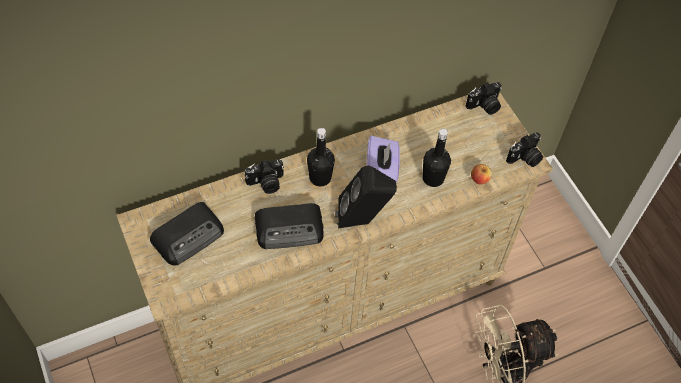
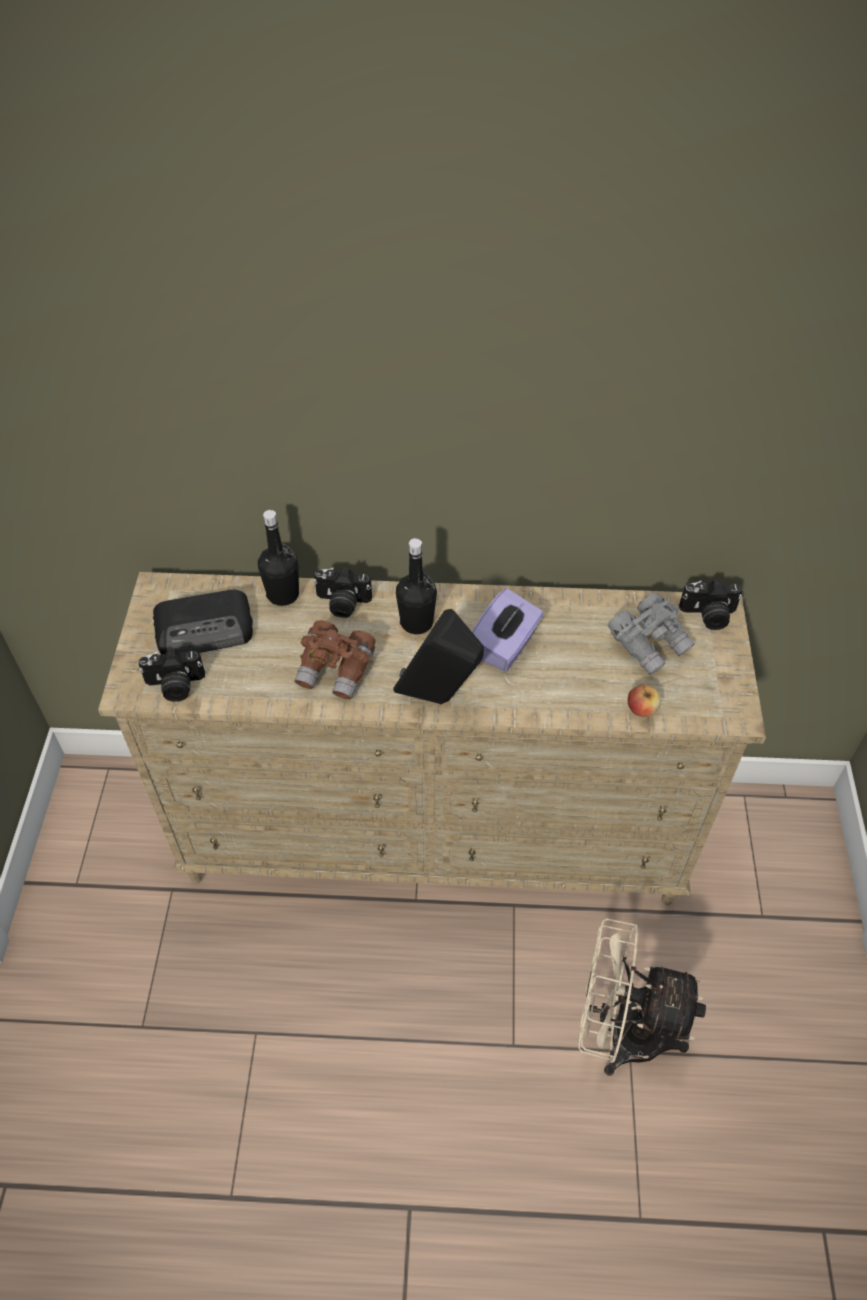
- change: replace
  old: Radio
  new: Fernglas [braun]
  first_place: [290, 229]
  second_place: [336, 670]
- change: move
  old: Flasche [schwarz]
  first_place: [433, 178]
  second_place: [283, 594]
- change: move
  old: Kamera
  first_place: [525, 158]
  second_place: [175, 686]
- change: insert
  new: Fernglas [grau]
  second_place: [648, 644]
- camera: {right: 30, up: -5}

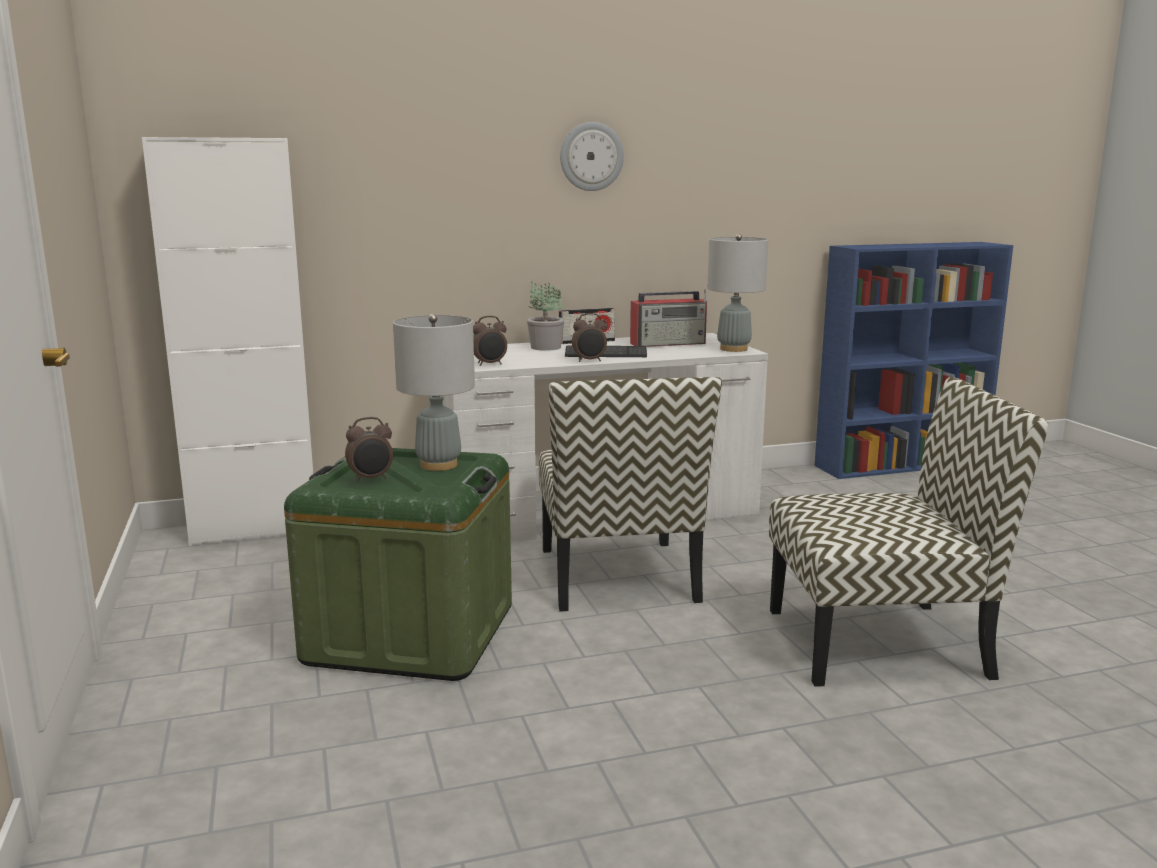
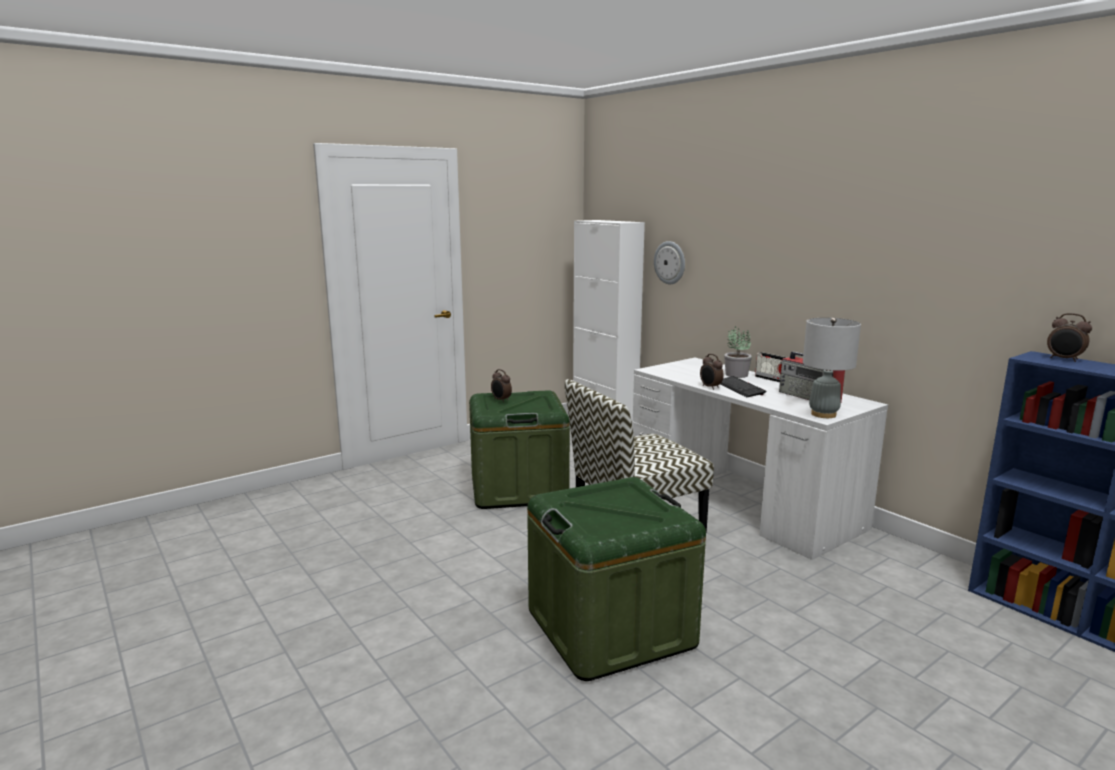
- change: delete
  old: Tischlampe [grau]
  first_place: [438, 465]
- change: move
  old: Wecker
  first_place: [490, 364]
  second_place: [1064, 359]
- change: move
  old: Wanduhr
  first_place: [591, 156]
  second_place: [670, 262]
- change: replace
  old: Stuhl
  new: Aufbewahrungsbox [grün]
  first_place: [880, 642]
  second_place: [610, 628]
- camera: {right: 70, up: 0}

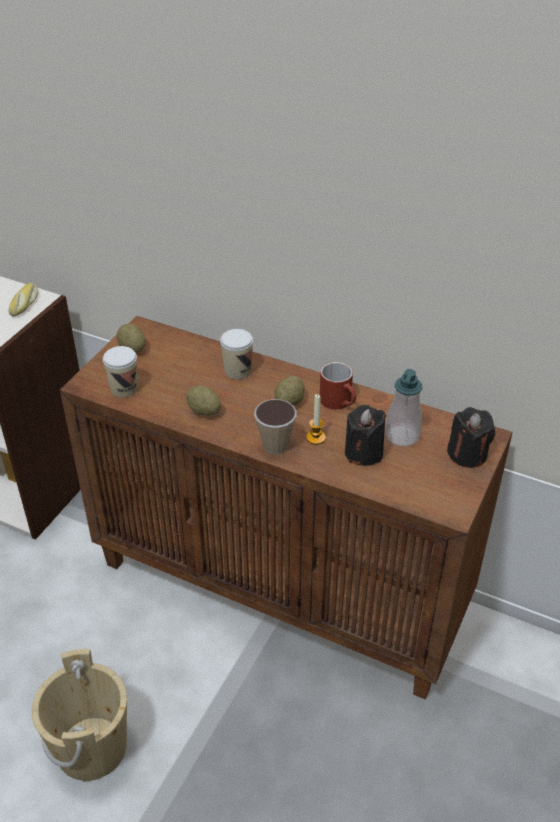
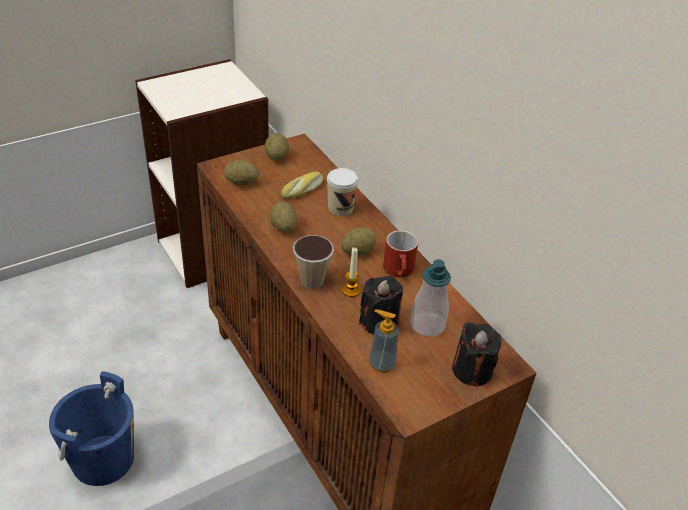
- change: move
  old: Brot
  first_place: [25, 304]
  second_place: [303, 190]
- change: recolor
  old: Eimer [beige]
  new: Eimer [blau]
  first_place: [91, 747]
  second_place: [103, 459]
- change: replace
  old: Tasse
  new: Kartoffel
  first_place: [124, 388]
  second_place: [241, 183]
- change: insert
  new: Seifenspender
  second_place: [382, 363]
- camera: {right: 30, up: 0}

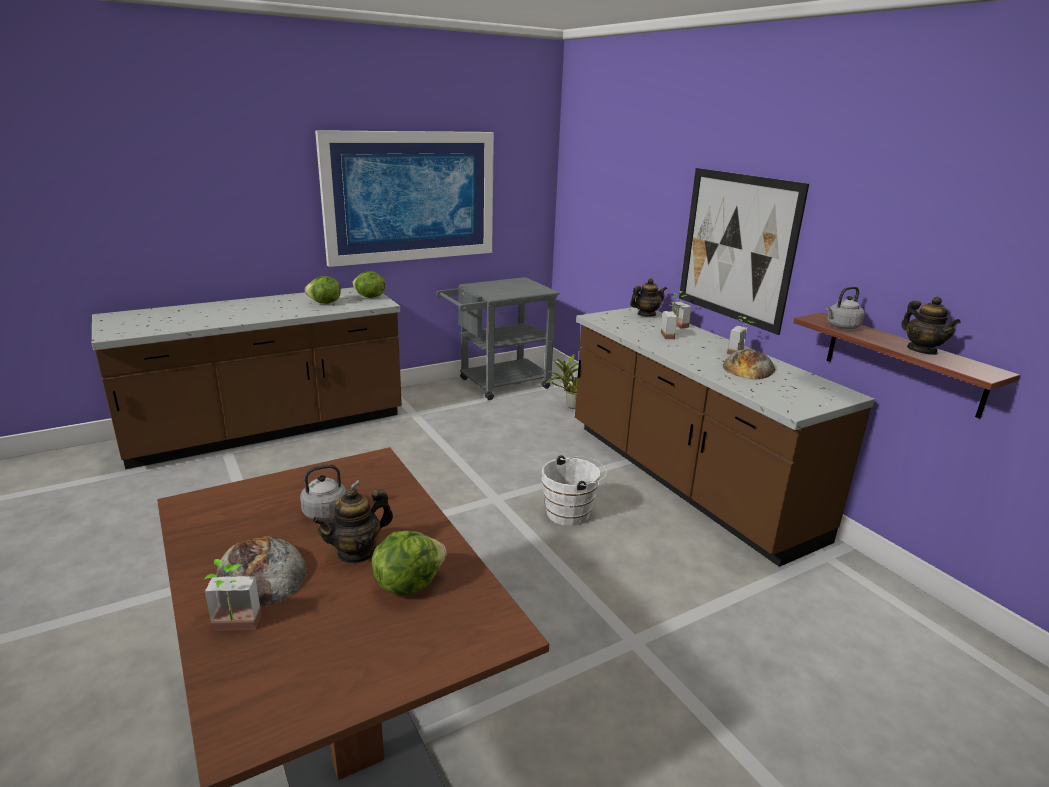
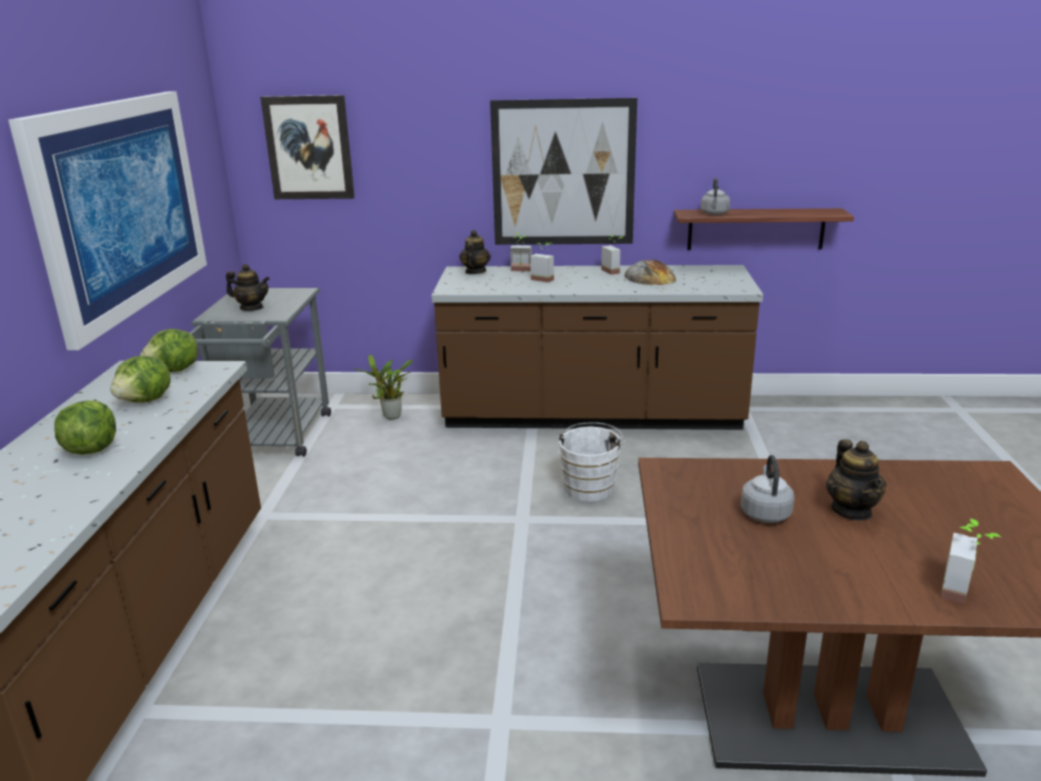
- change: delete
  old: Brot
  first_place: [260, 573]
- change: move
  old: Salatkopf
  first_place: [408, 583]
  second_place: [91, 449]
- change: move
  old: Teekanne
  first_place: [922, 350]
  second_place: [252, 308]
- change: insert
  new: Bild
  second_place: [309, 148]
- camera: {right: -55, up: 0}

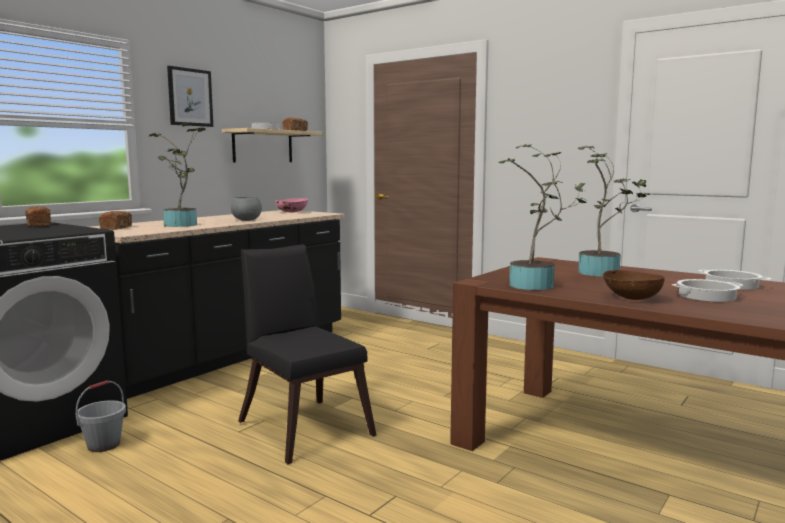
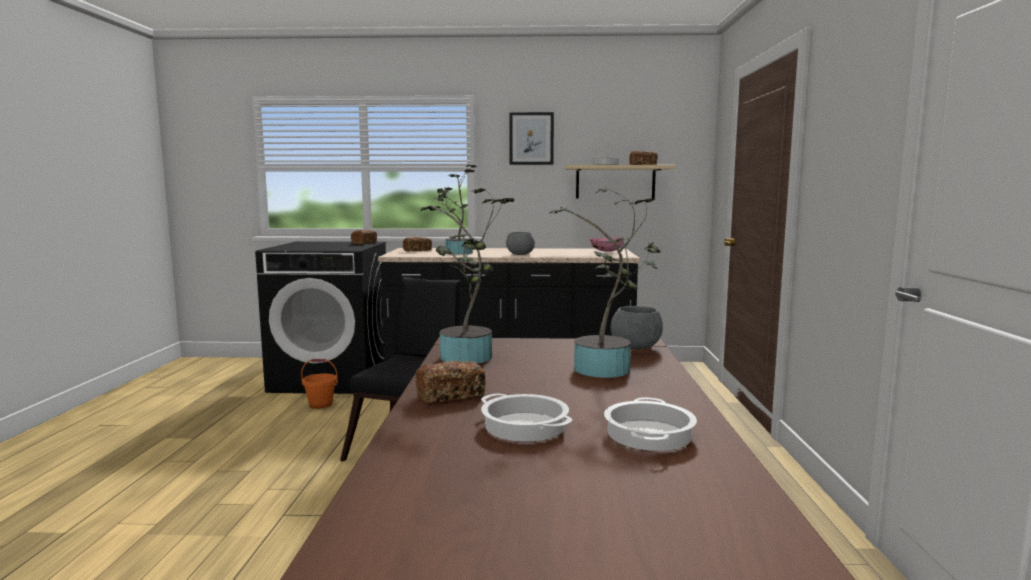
- change: recolor
  old: Eimer [grau]
  new: Eimer [orange]
  first_place: [103, 445]
  second_place: [321, 404]
- change: replace
  old: Schüssel [braun]
  new: Brot
  first_place: [630, 298]
  second_place: [450, 395]
- change: insert
  new: Schüssel [grau]
  second_place: [636, 347]
- camera: {right: 55, up: 0}

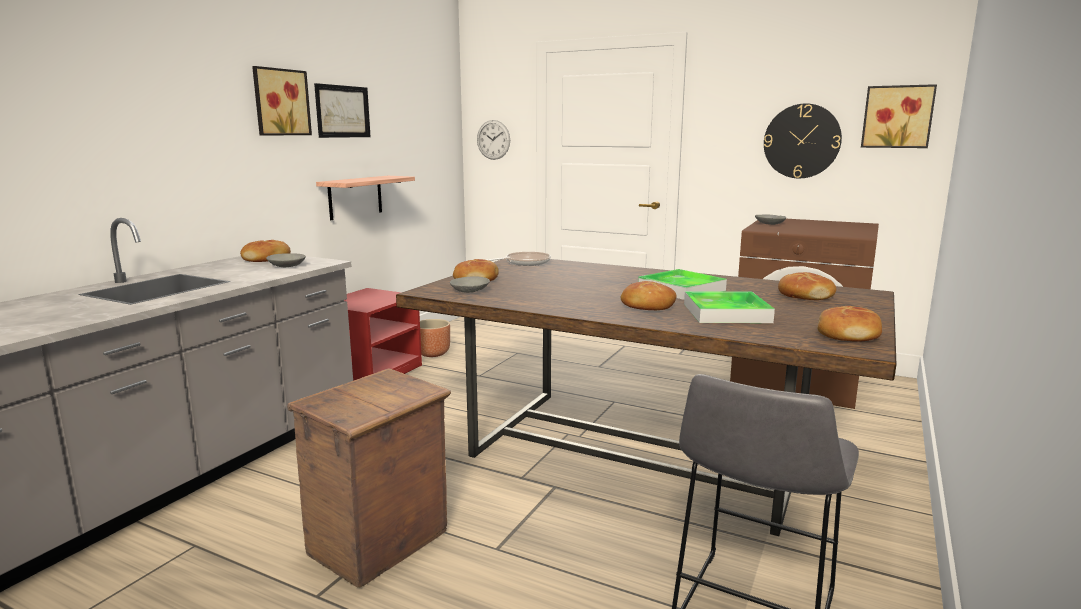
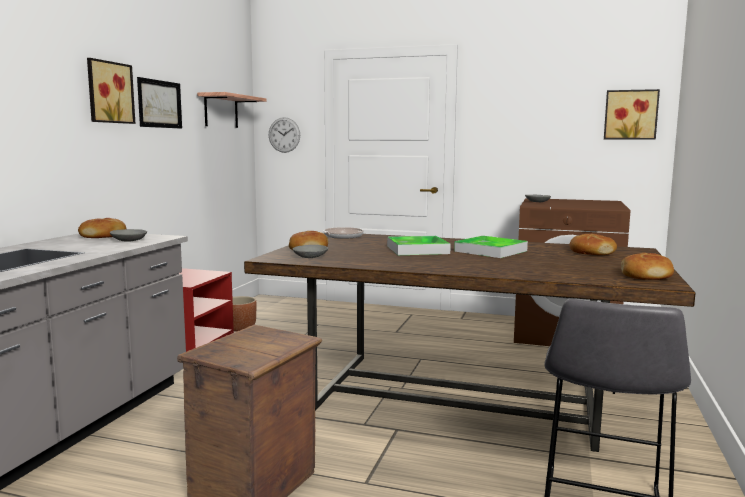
- change: move
  old: Wandregal
  first_place: [355, 197]
  second_place: [221, 111]
- change: delete
  old: Brot
  first_place: [647, 306]
- change: move
  old: Tablett
  first_place: [726, 313]
  second_place: [417, 250]
- change: delete
  old: Wanduhr
  first_place: [801, 141]
- camera: {right: -10, up: -5}

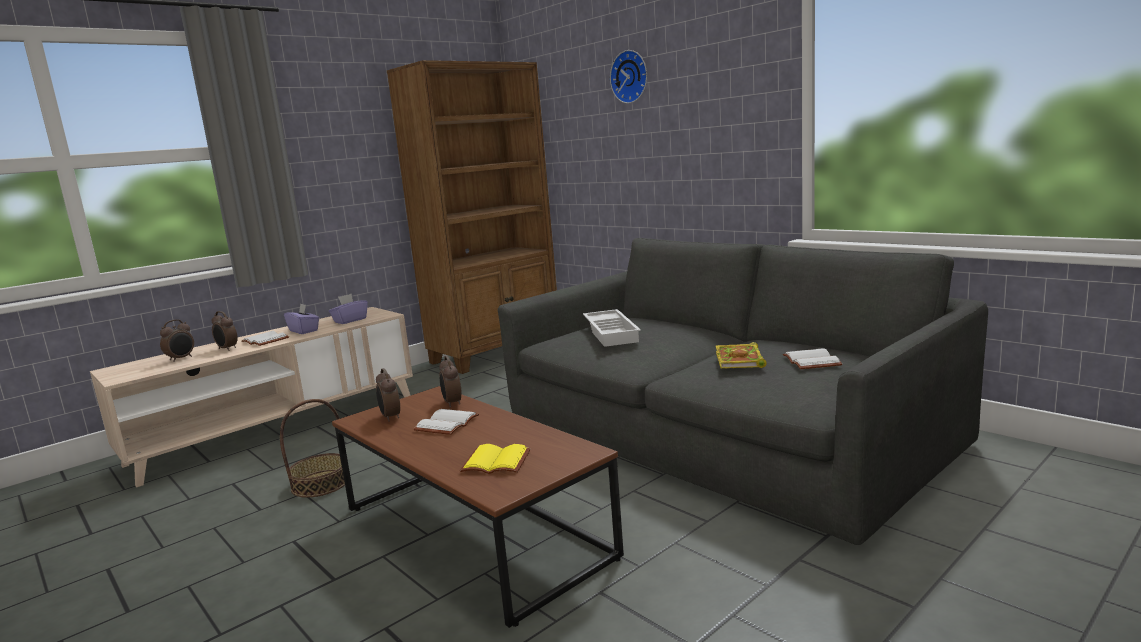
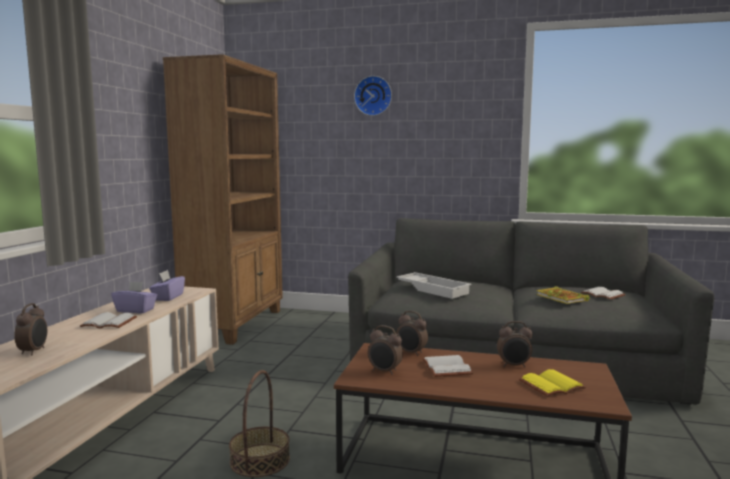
- change: move
  old: Wecker
  first_place: [227, 349]
  second_place: [514, 366]
- camera: {right: -35, up: -5}

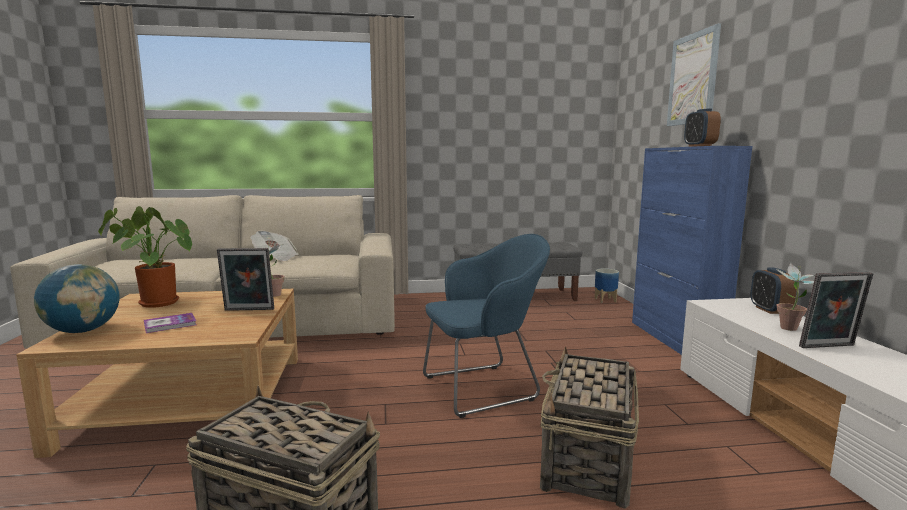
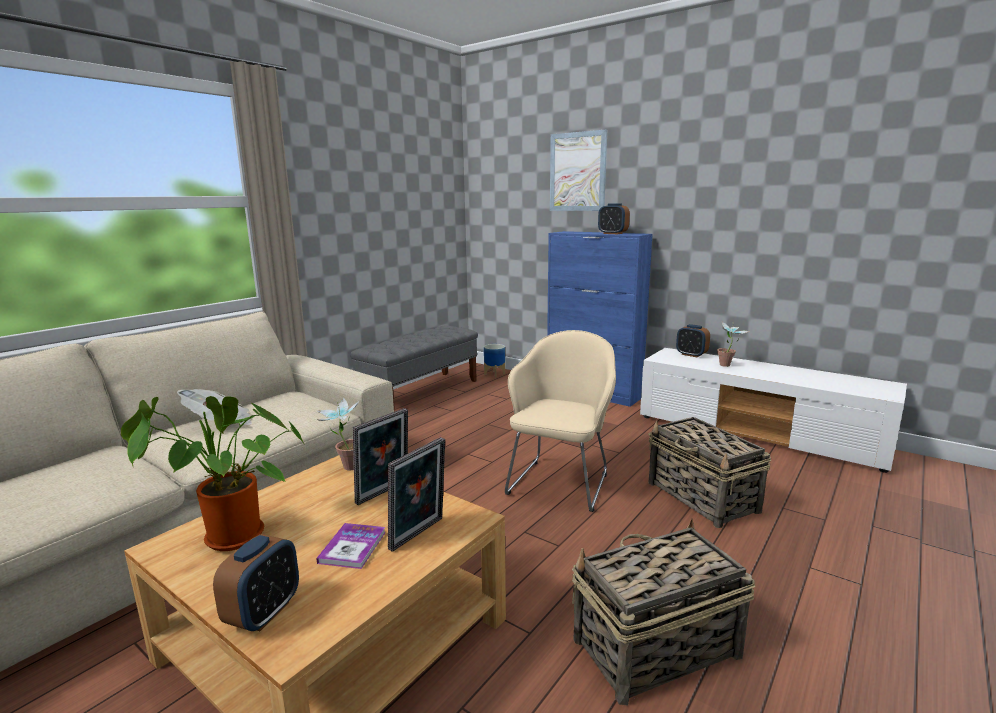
- change: replace
  old: Globus
  new: Wecker
  first_place: [83, 331]
  second_place: [264, 613]
- change: recolor
  old: Sessel [blau]
  new: Sessel [beige]
  first_place: [484, 388]
  second_place: [561, 481]
- change: move
  old: Bilderrahmen
  first_place: [829, 347]
  second_place: [419, 535]
- camera: {right: -45, up: 5}

